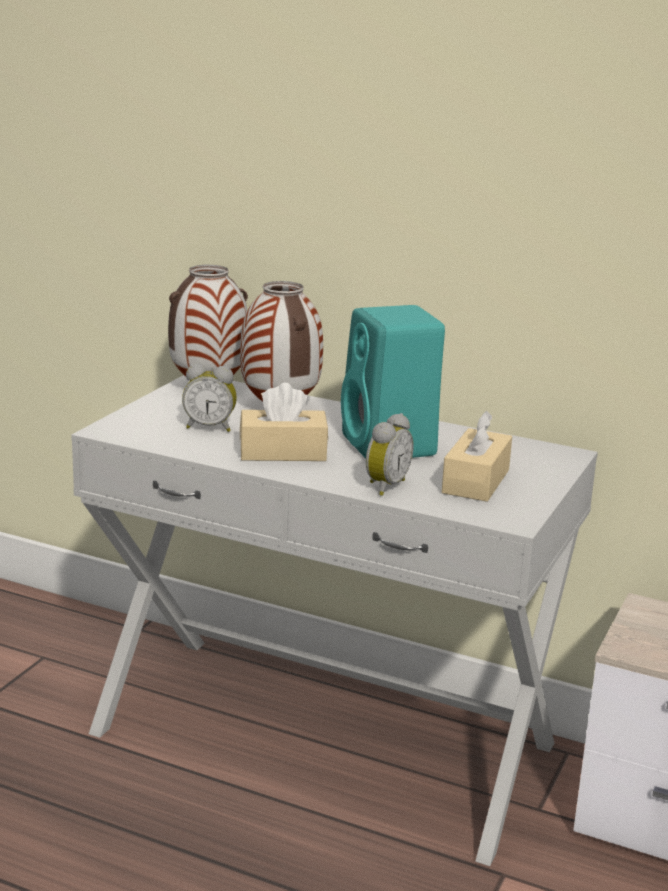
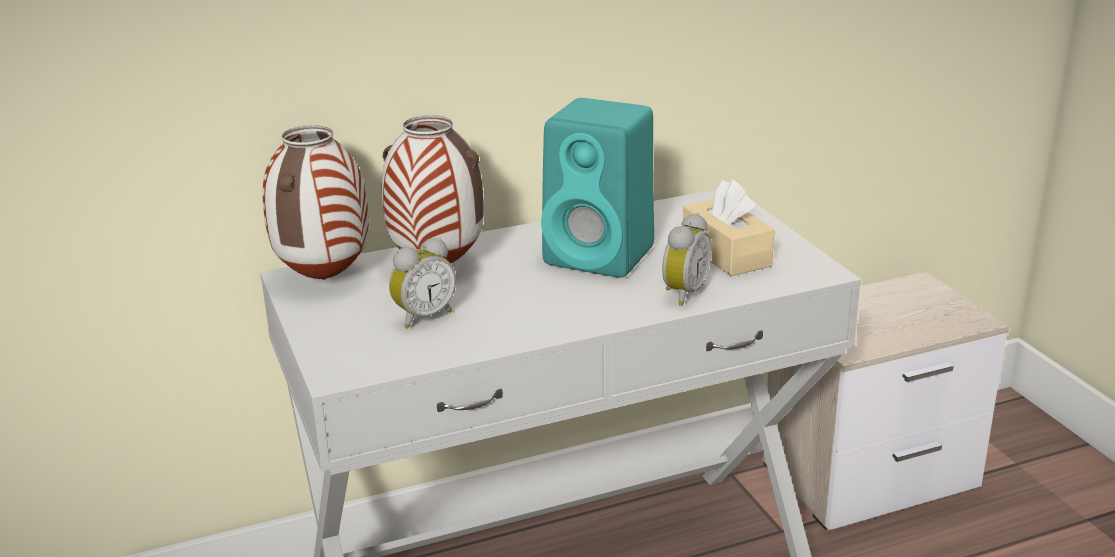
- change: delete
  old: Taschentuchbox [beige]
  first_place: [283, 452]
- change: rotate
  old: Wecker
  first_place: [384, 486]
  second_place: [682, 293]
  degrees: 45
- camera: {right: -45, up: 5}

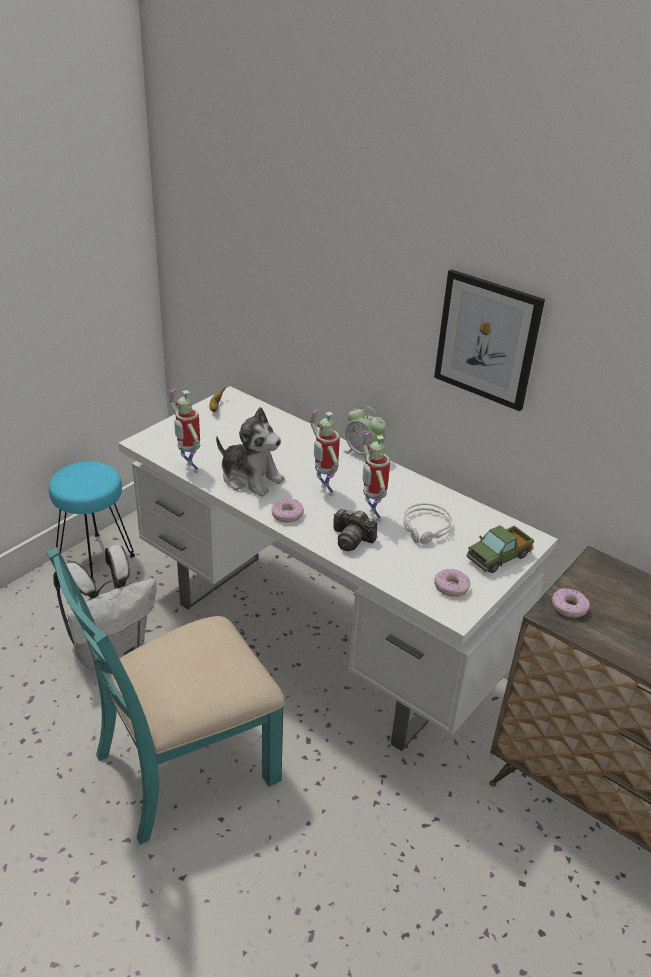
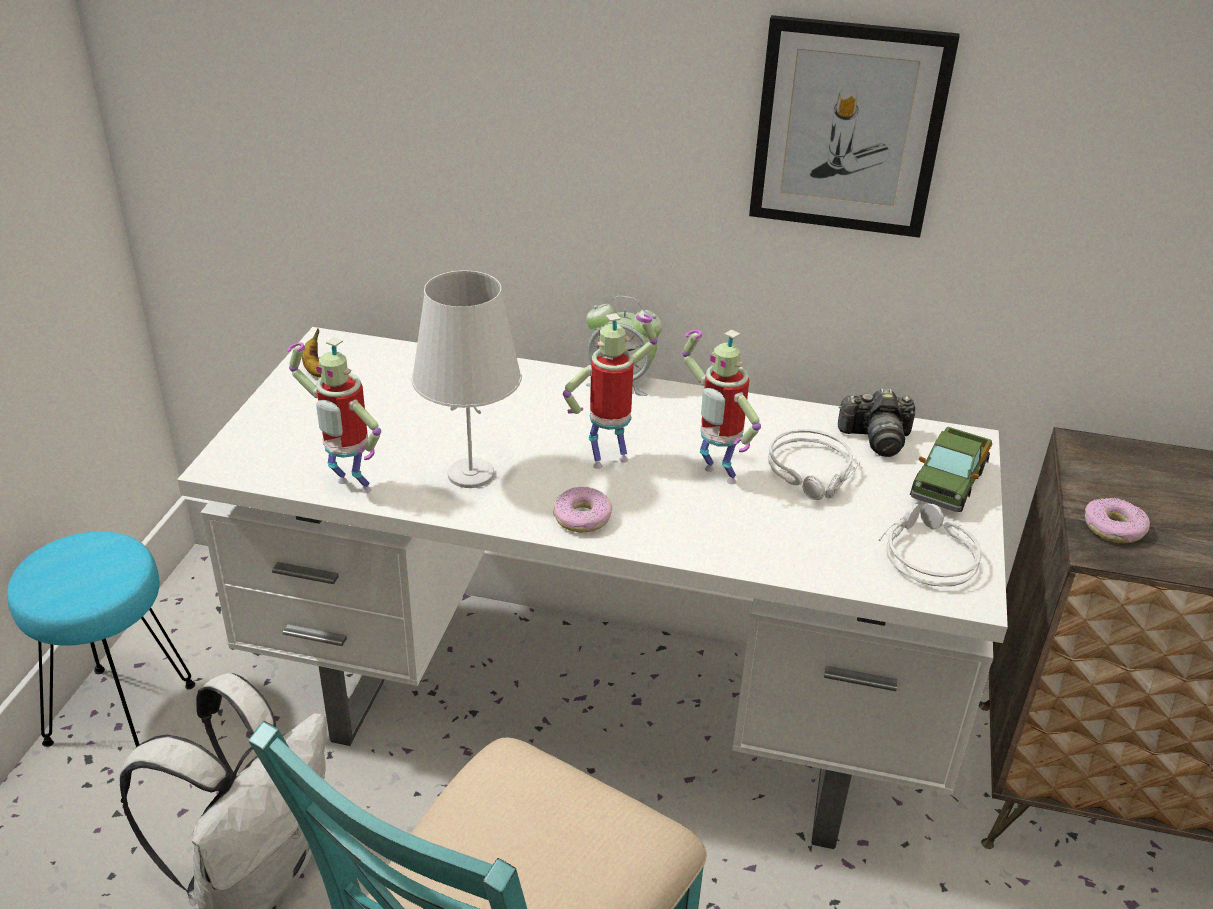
- change: replace
  old: Plüschtier
  new: Tischlampe [weiß]
  first_place: [250, 478]
  second_place: [471, 473]
- change: rotate
  old: Spielzeugroboter
  first_place: [324, 491]
  second_place: [609, 459]
  degrees: 120
- change: move
  old: Kamera
  first_place: [352, 539]
  second_place: [876, 439]
- change: replace
  old: Donut
  new: Kopfhörer [grau]
  first_place: [451, 587]
  second_place: [925, 554]
- camera: {right: -25, up: 0}

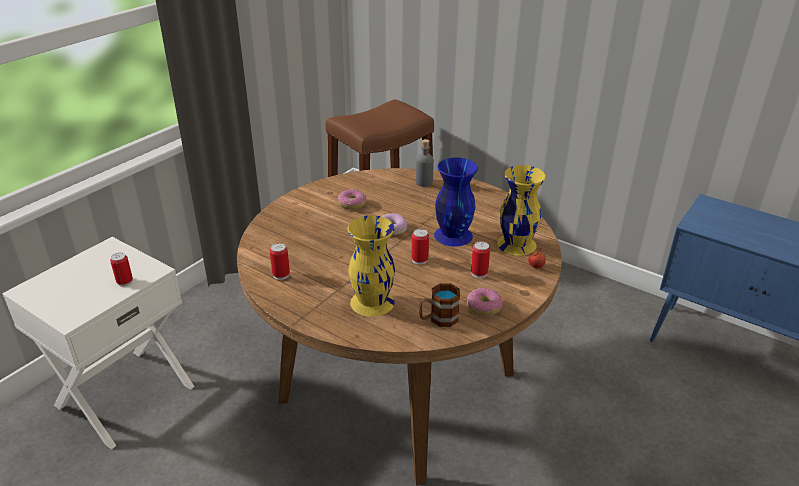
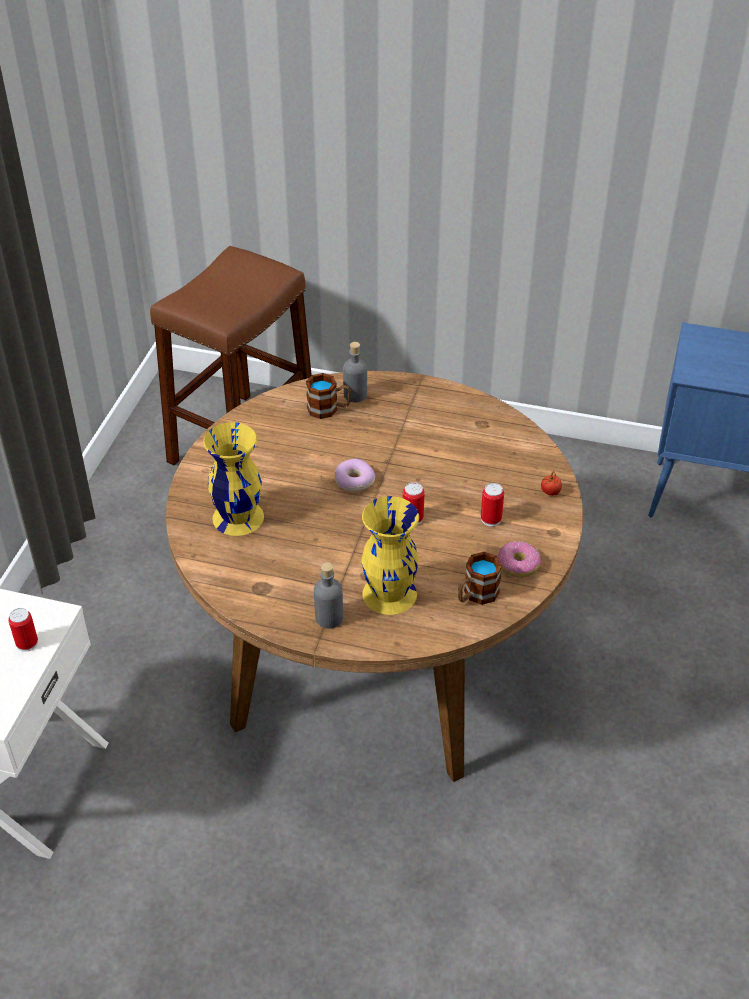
- change: delete
  old: Dose
  first_place: [281, 275]
- change: delete
  old: Donut
  first_place: [352, 204]
- change: delete
  old: Vase [blau]
  first_place: [453, 235]
- change: move
  old: Vase [gelb]
  first_place: [516, 244]
  second_place: [237, 517]
- change: insert
  new: Henkelbecher
  second_place: [329, 409]
- change: insert
  new: Flasche [grau]
  second_place: [329, 618]
- camera: {right: -20, up: 10}

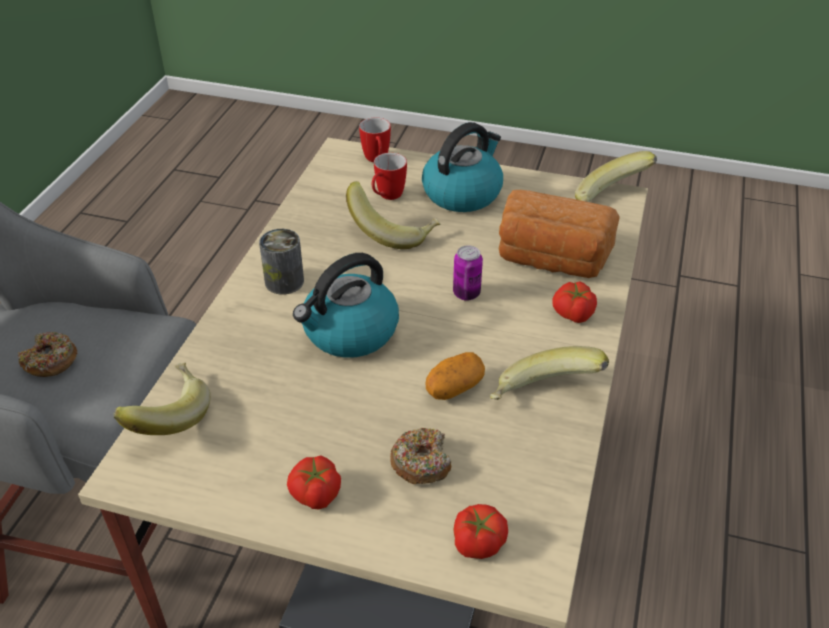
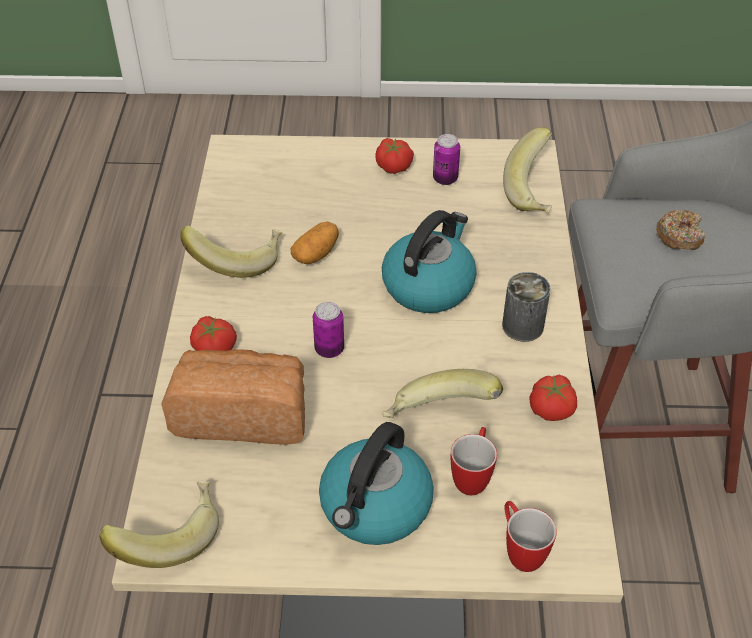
- change: delete
  old: Donut
  first_place: [421, 463]
- change: move
  old: Tomate
  first_place: [477, 542]
  second_place: [552, 408]
- change: insert
  new: Dose
  second_place: [445, 179]
- camera: {right: 165, up: 5}

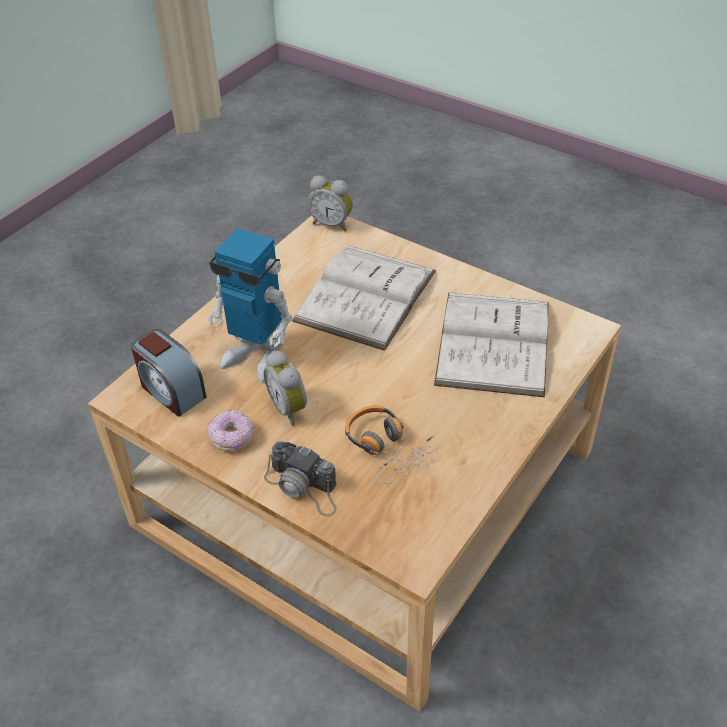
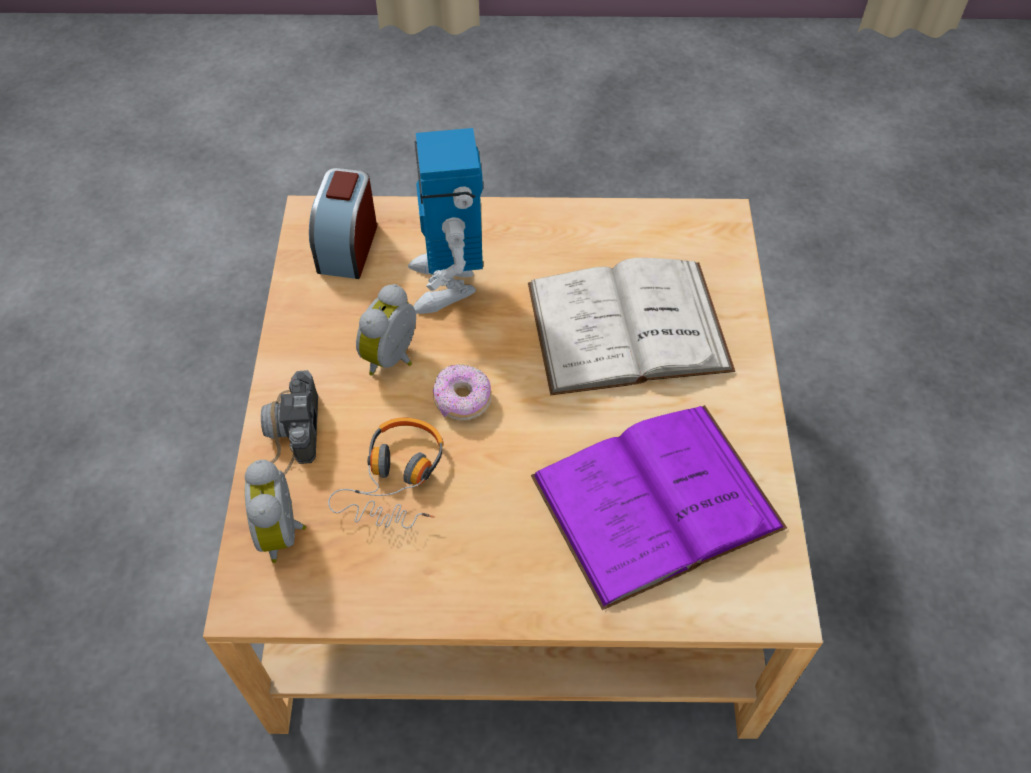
- change: move
  old: Donut
  first_place: [232, 438]
  second_place: [462, 400]
- change: move
  old: Wecker
  first_place: [332, 224]
  second_place: [284, 532]
- change: recolor
  old: Buch [weiß]
  new: Buch [lila]
  first_place: [493, 342]
  second_place: [656, 502]
- camera: {right: 55, up: 10}

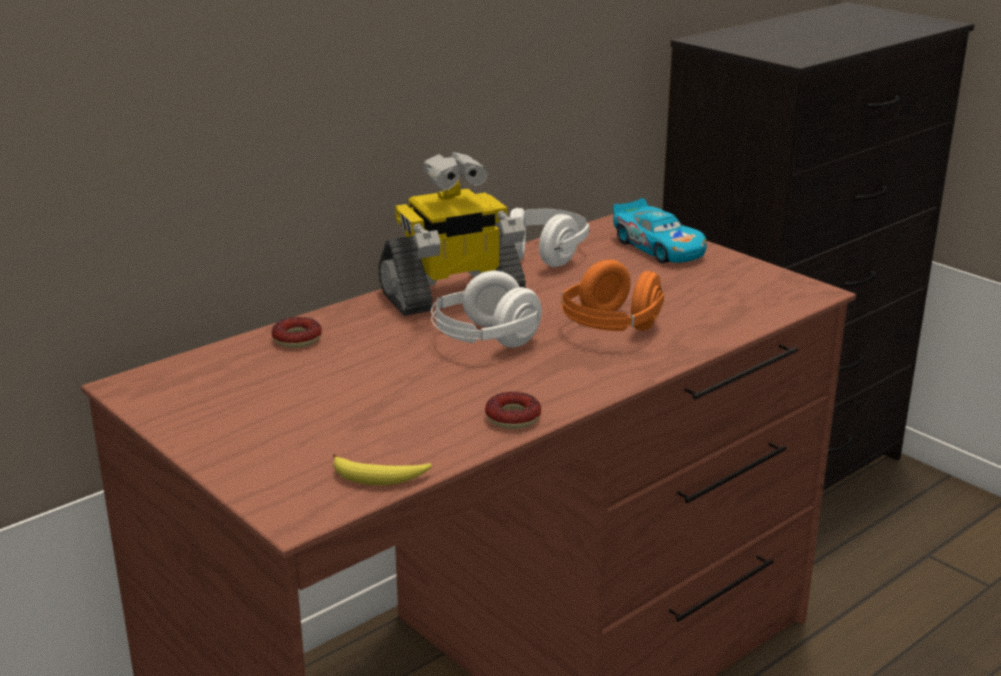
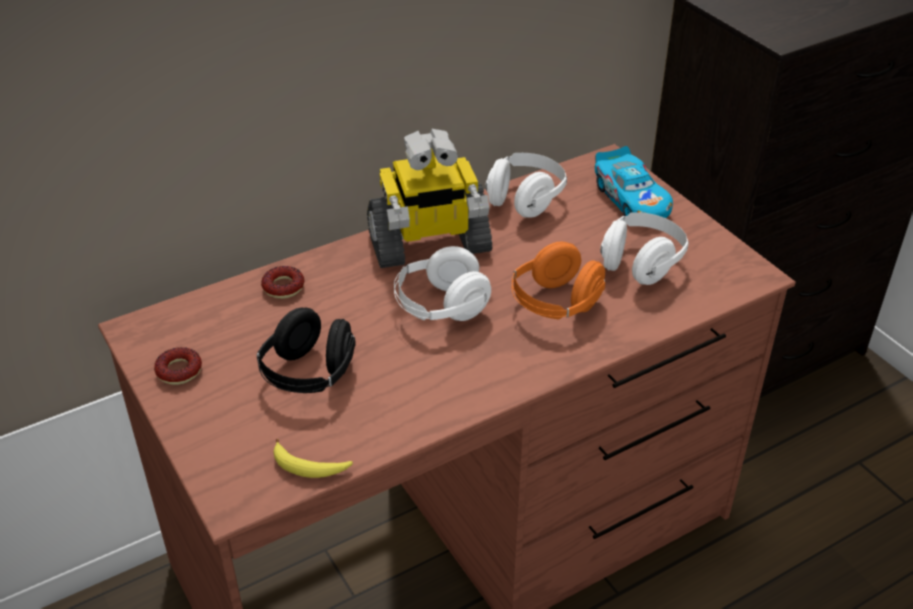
- change: move
  old: Donut
  first_place: [513, 417]
  second_place: [179, 371]
- change: insert
  new: Kopfhörer [schwarz]
  second_place: [309, 374]
- change: insert
  new: Kopfhörer [weiß]
  second_place: [641, 263]
- camera: {right: 10, up: 15}

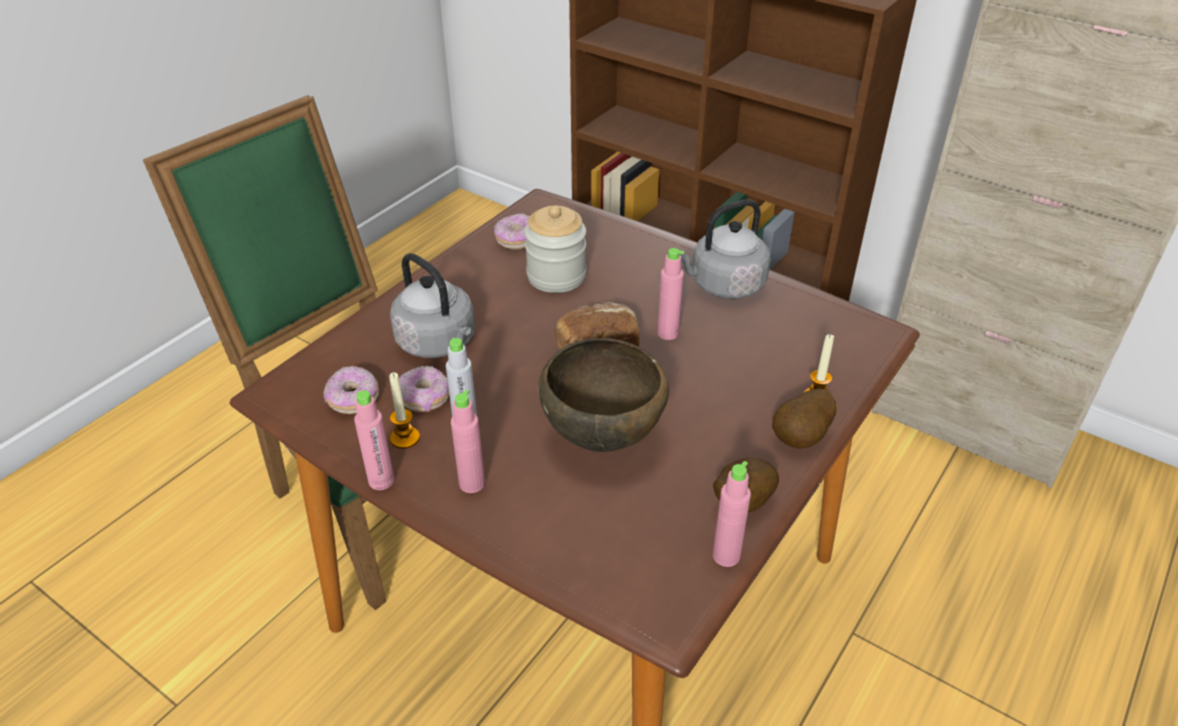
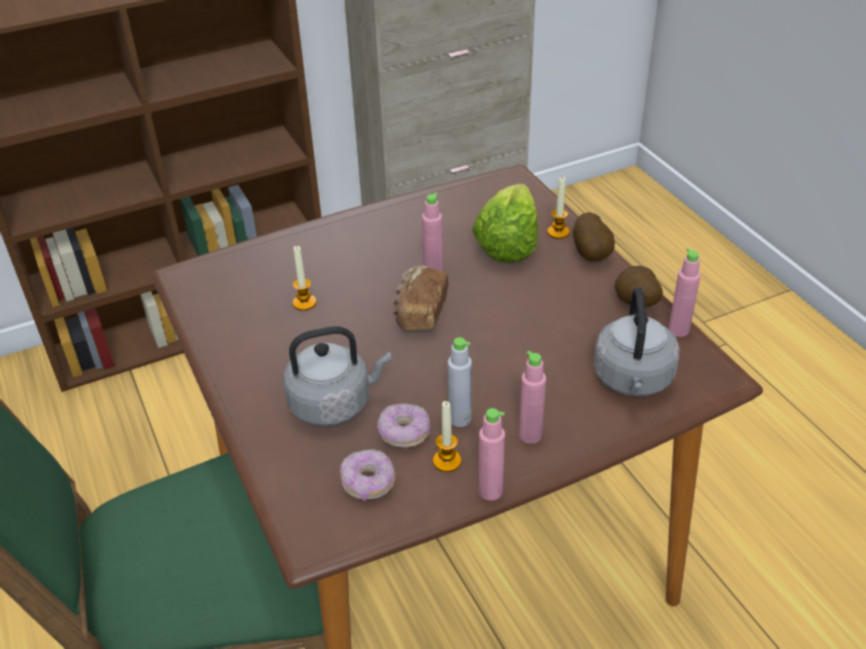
- change: delete
  old: Donut
  first_place: [516, 240]
- change: replace
  old: Vorratsglas
  new: Kerze
  first_place: [556, 276]
  second_place: [304, 303]
- change: delete
  old: Schüssel [braun]
  first_place: [604, 438]
- change: move
  old: Wasserkessel [grau]
  first_place: [724, 285]
  second_place: [633, 380]
- change: insert
  new: Salatkopf
  second_place: [507, 243]
- camera: {right: -60, up: 0}

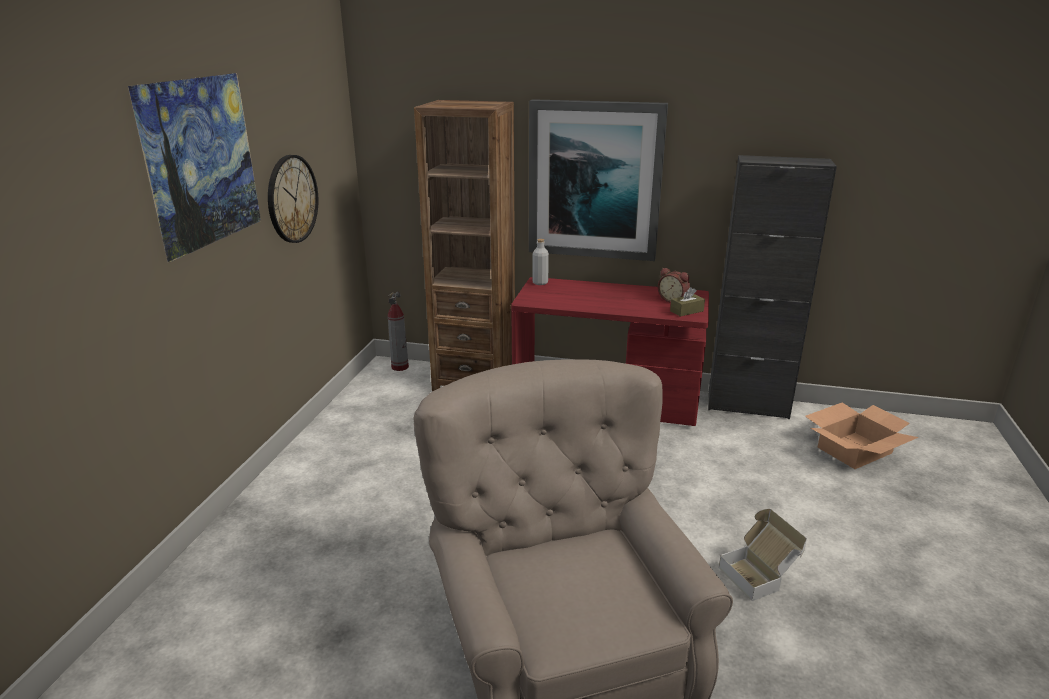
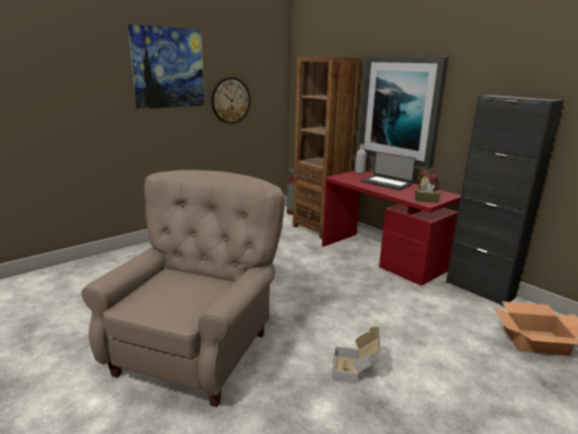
- change: insert
  new: Laptop
  second_place: [386, 183]
- camera: {right: 35, up: -5}

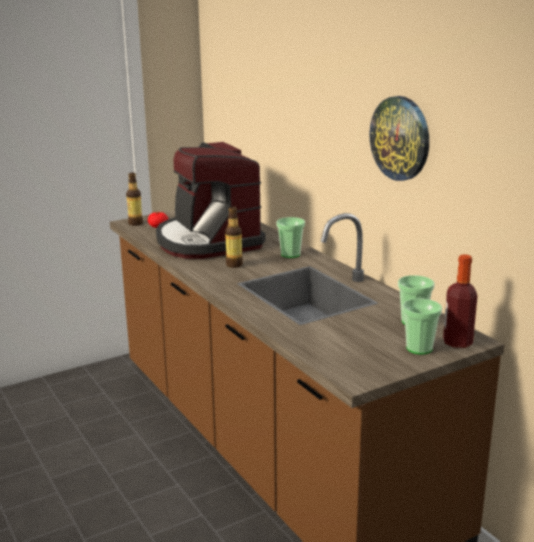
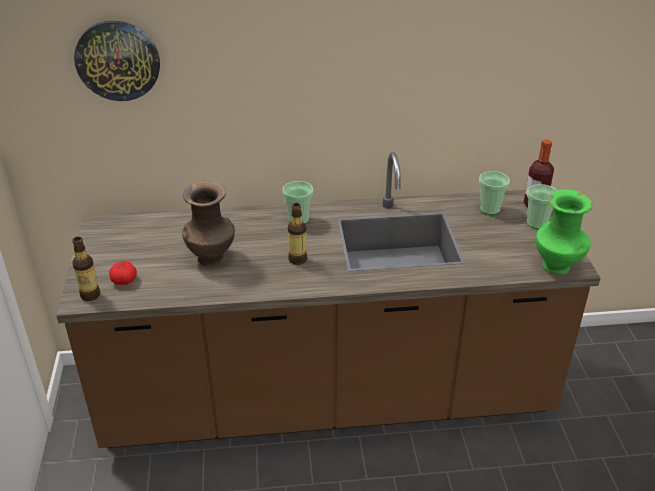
- change: replace
  old: Kaffeemaschine
  new: Vase [braun]
  first_place: [208, 241]
  second_place: [212, 258]
- change: move
  old: Wanduhr
  first_place: [400, 138]
  second_place: [118, 60]
- change: insert
  new: Vase [grün]
  second_place: [557, 267]
- camera: {right: -65, up: 15}

